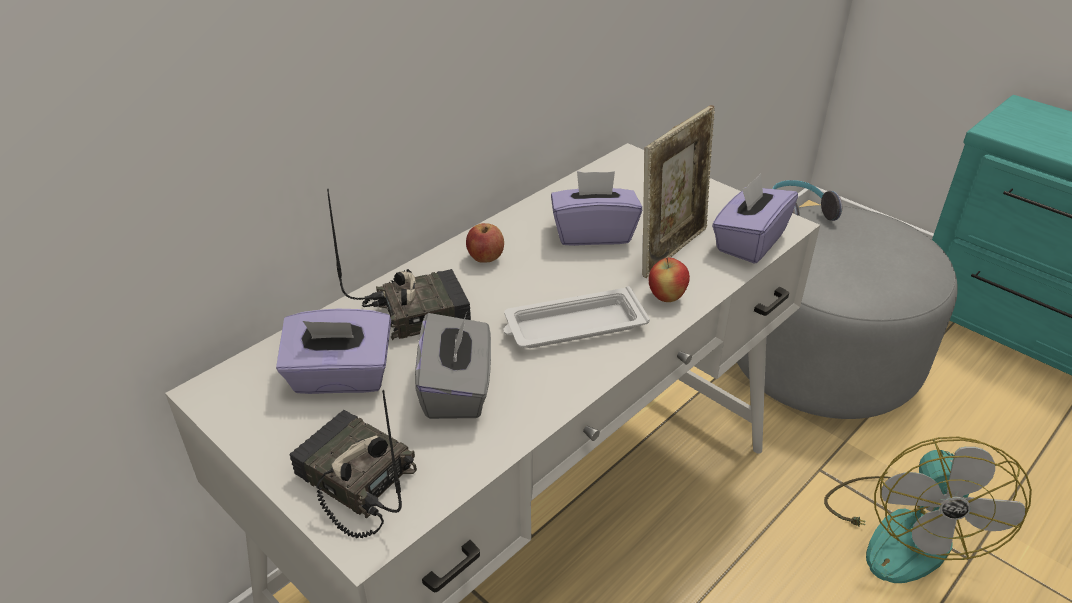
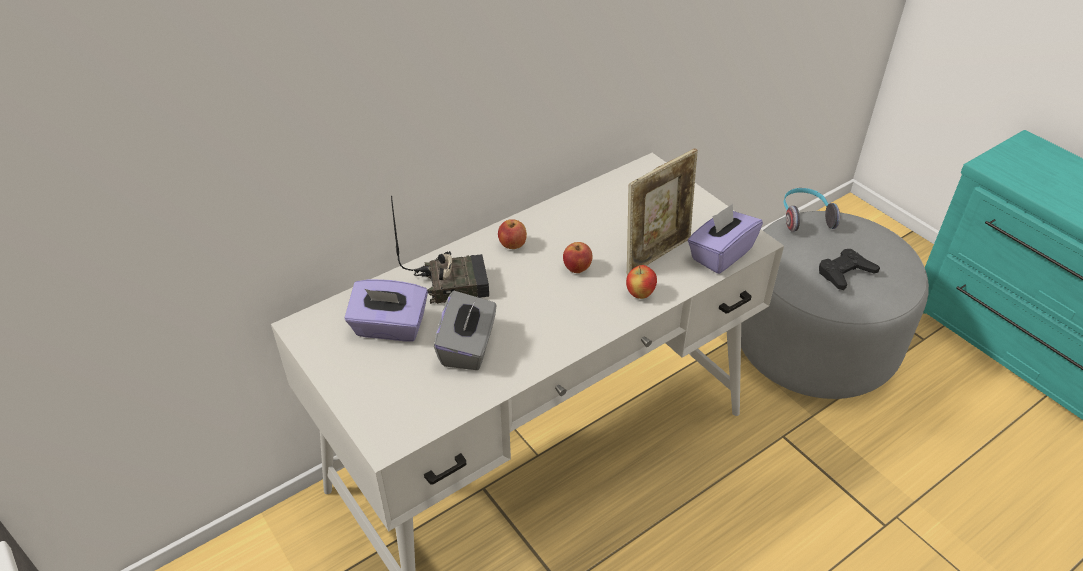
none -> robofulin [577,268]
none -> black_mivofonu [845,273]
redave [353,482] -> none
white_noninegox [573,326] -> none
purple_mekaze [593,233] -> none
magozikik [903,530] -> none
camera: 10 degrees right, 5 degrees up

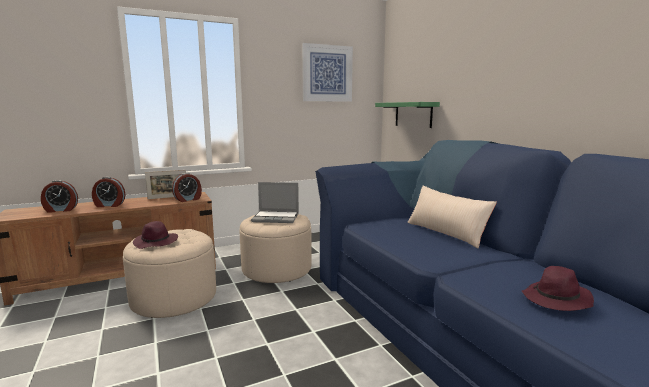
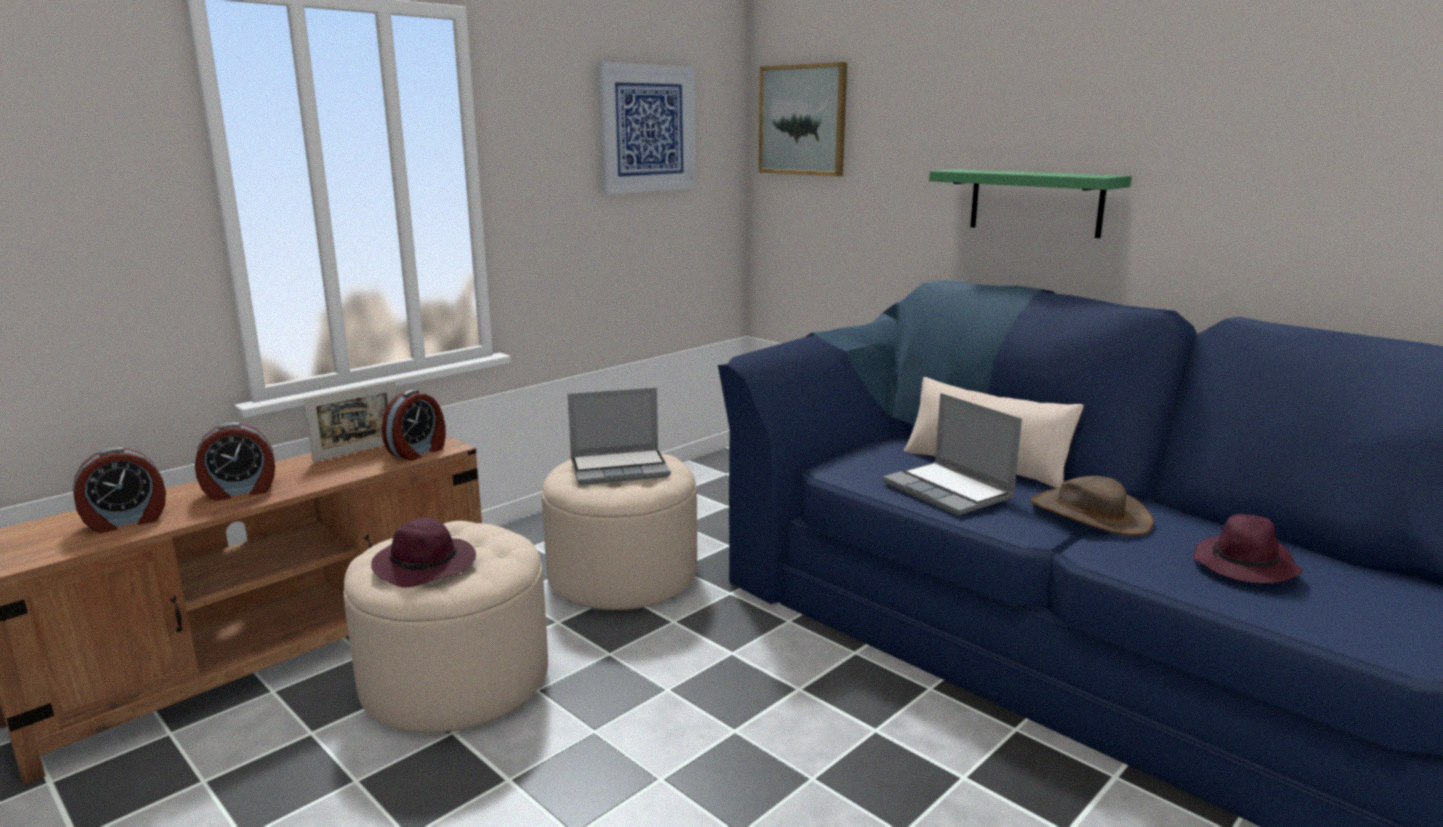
none -> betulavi [803,120]
none -> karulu [949,491]
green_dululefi [413,114] -> green_dululefi [1035,202], move
none -> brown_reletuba [1089,514]
camera: 20 degrees left, 5 degrees up

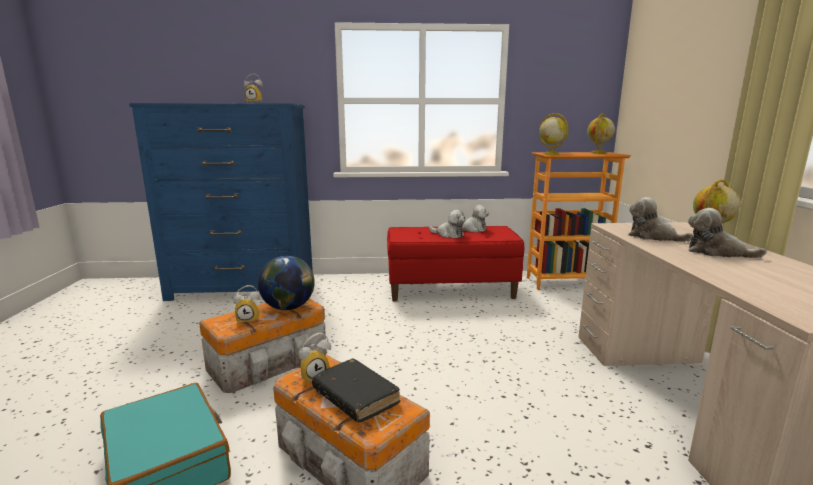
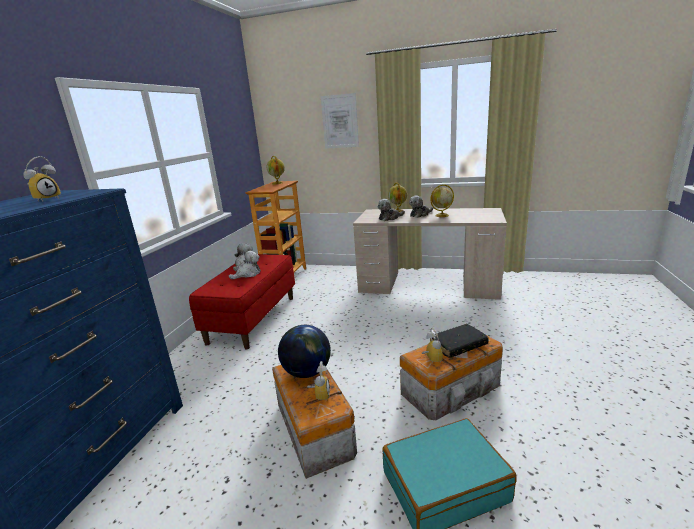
none -> betulavi [340,121]
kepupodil [550,154] -> kepupodil [441,215], move
camera: 70 degrees left, 5 degrees up

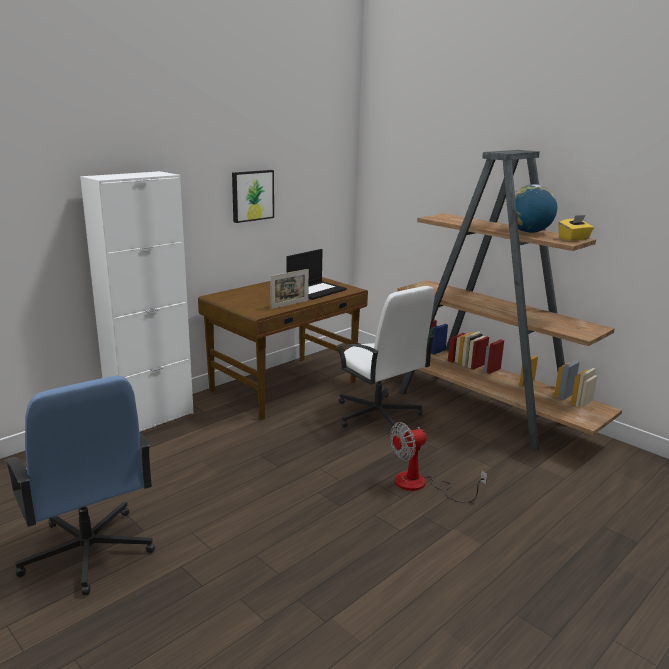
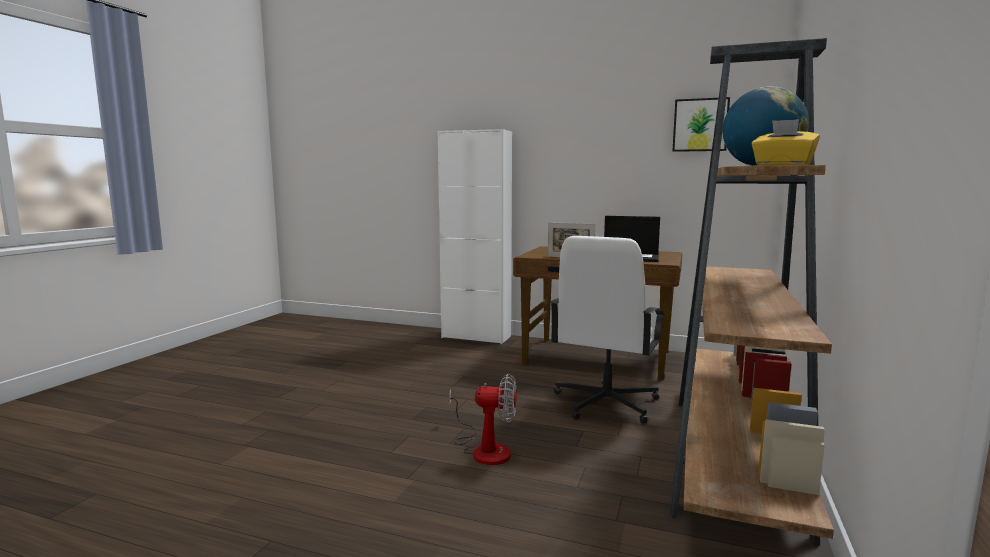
magozikik [421,485] -> magozikik [484,449], 150 degrees clockwise
betulavi [252,195] -> betulavi [700,125], move
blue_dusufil [88,552] -> none
camera: 65 degrees right, 10 degrees down

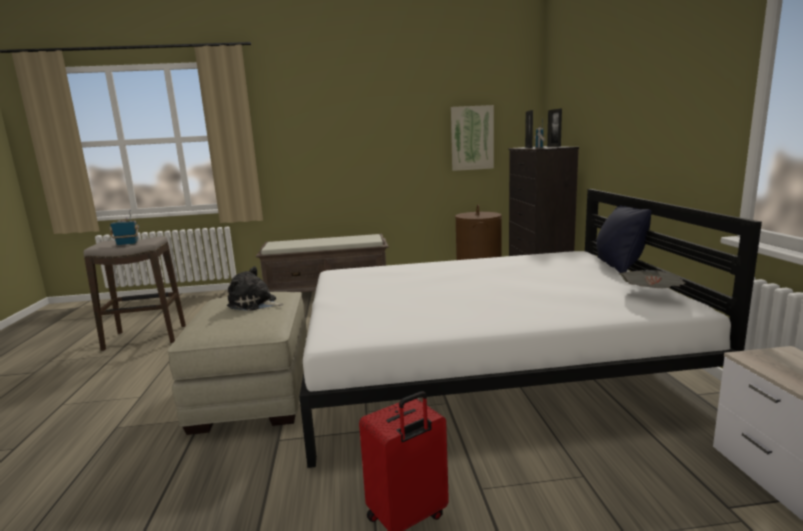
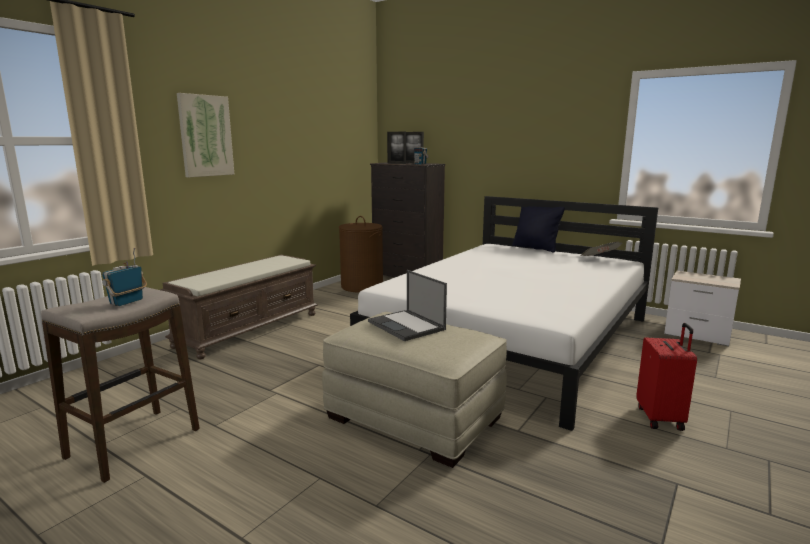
betulavi [472,138] -> betulavi [205,136], move
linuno [254,304] -> karulu [407,326]
camera: 50 degrees left, 0 degrees up

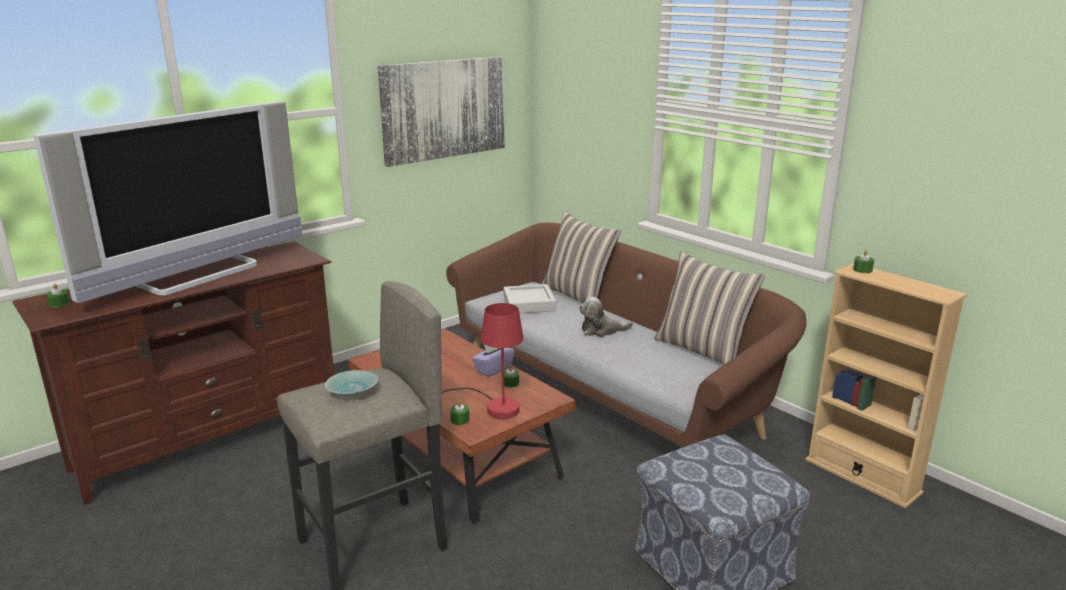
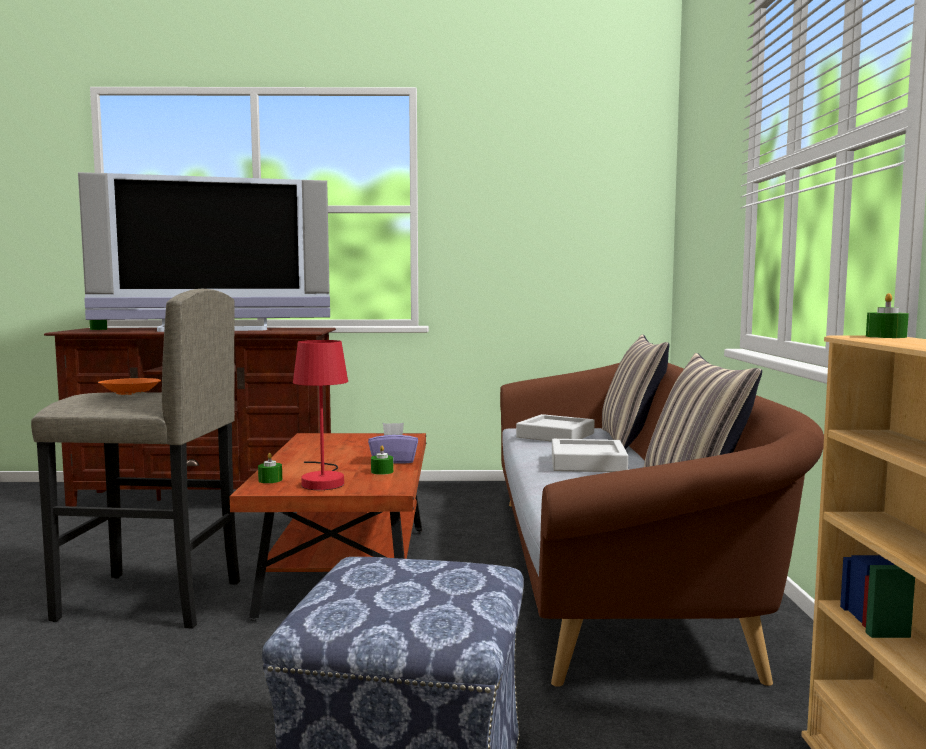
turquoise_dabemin [351,392] -> orange_dabemin [129,393]
linuno [602,330] -> grey_noninegox [587,463]
betulavi [444,109] -> none
camera: 40 degrees right, 15 degrees down

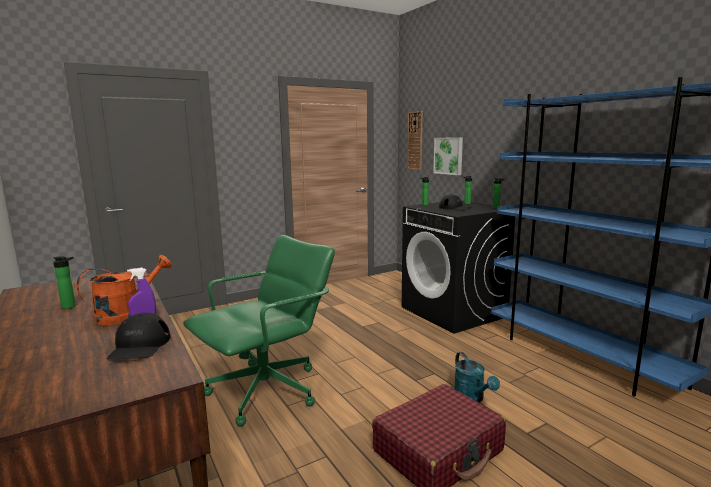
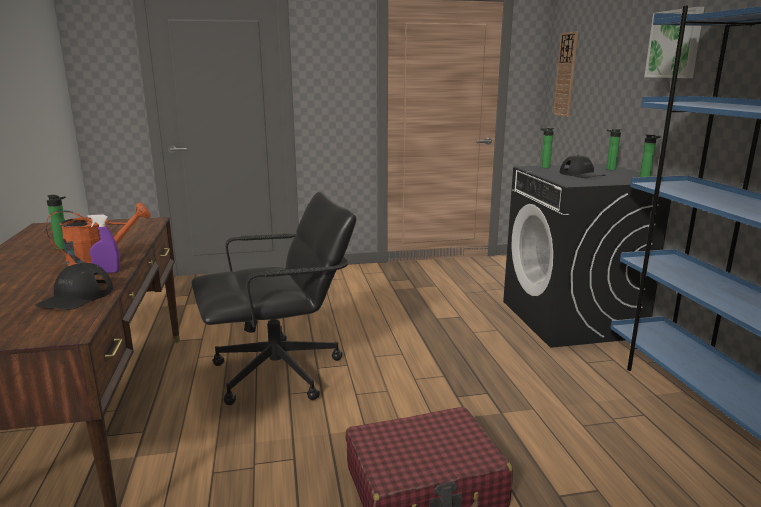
green_dusufil [267,391] -> black_dusufil [279,373]
betulavi [449,156] -> betulavi [675,44], move
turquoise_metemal [472,398] -> none
camera: 20 degrees right, 5 degrees up

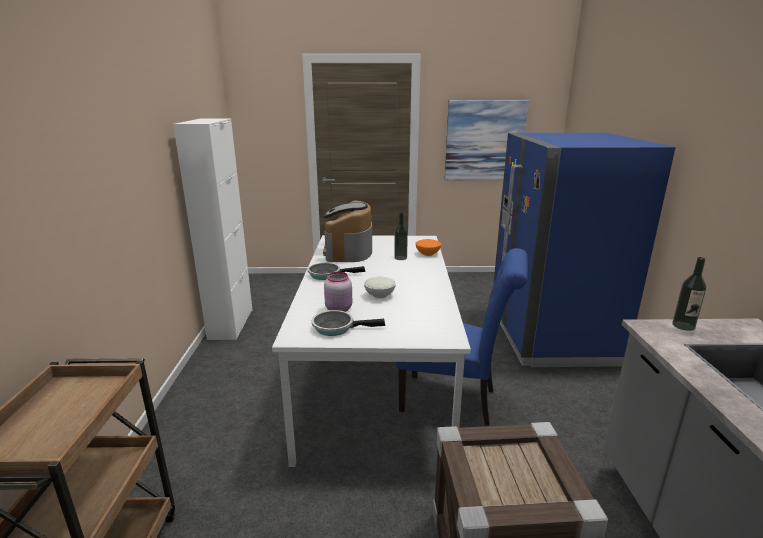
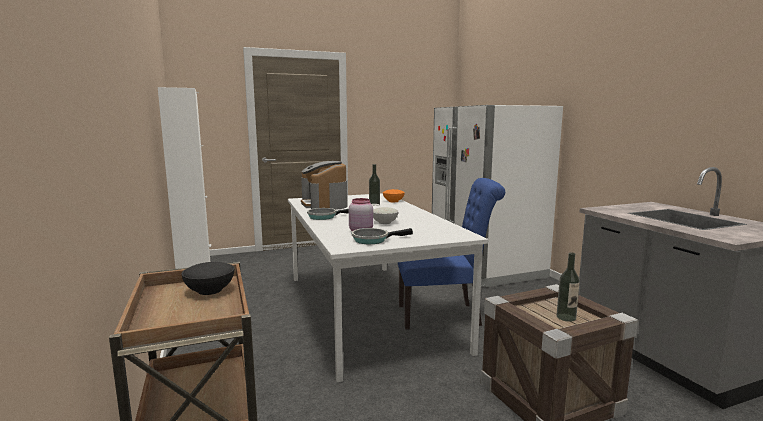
none -> black_dabemin [209,291]
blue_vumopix [551,336] -> white_vumopix [486,268]
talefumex [683,326] -> talefumex [566,317], move
betulavi [485,141] -> none
camera: 20 degrees left, 10 degrees down

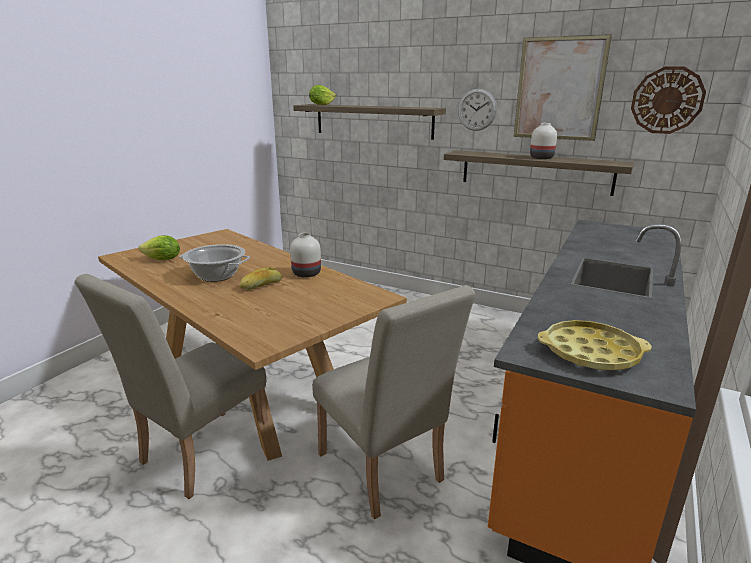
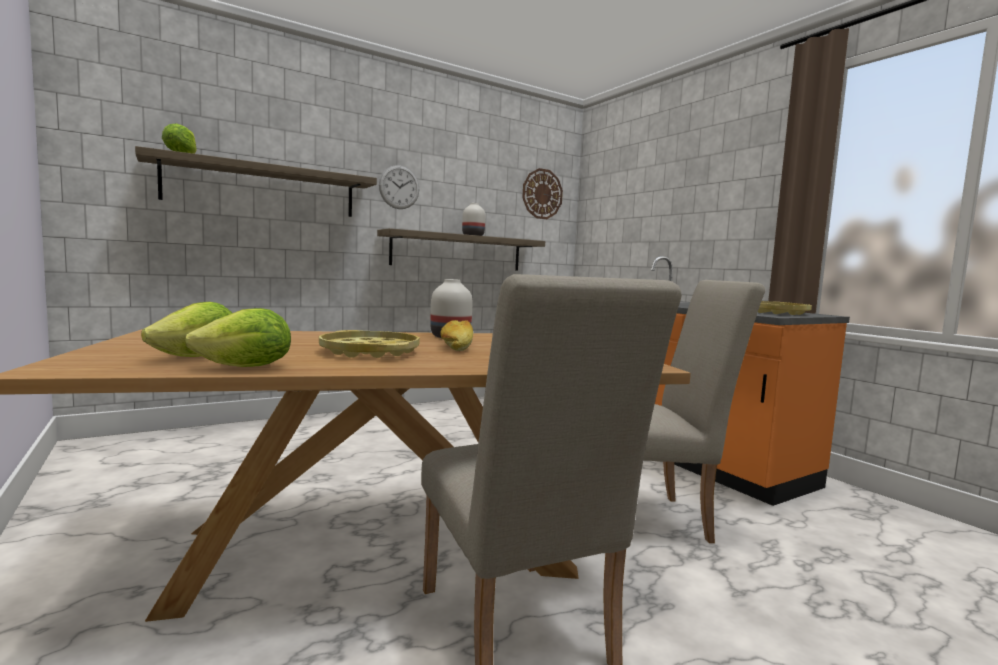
none -> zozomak [246,368]
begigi [217,275] -> yellow_noninegox [370,352]
betulavi [559,89] -> none
camera: 60 degrees left, 15 degrees down

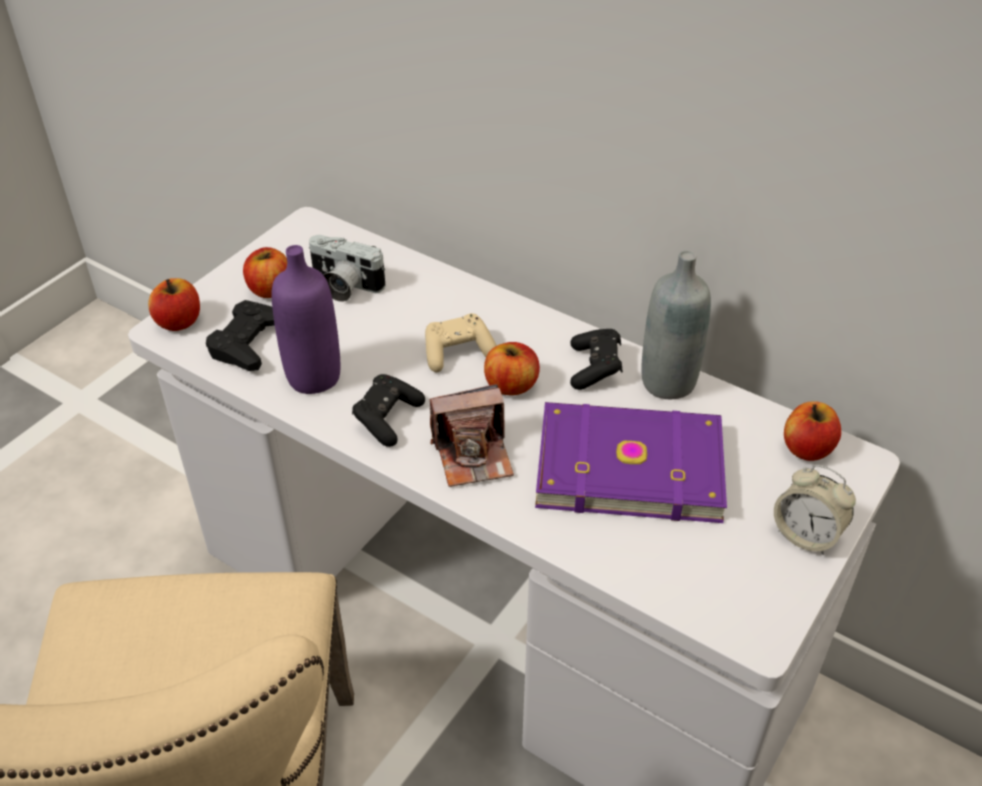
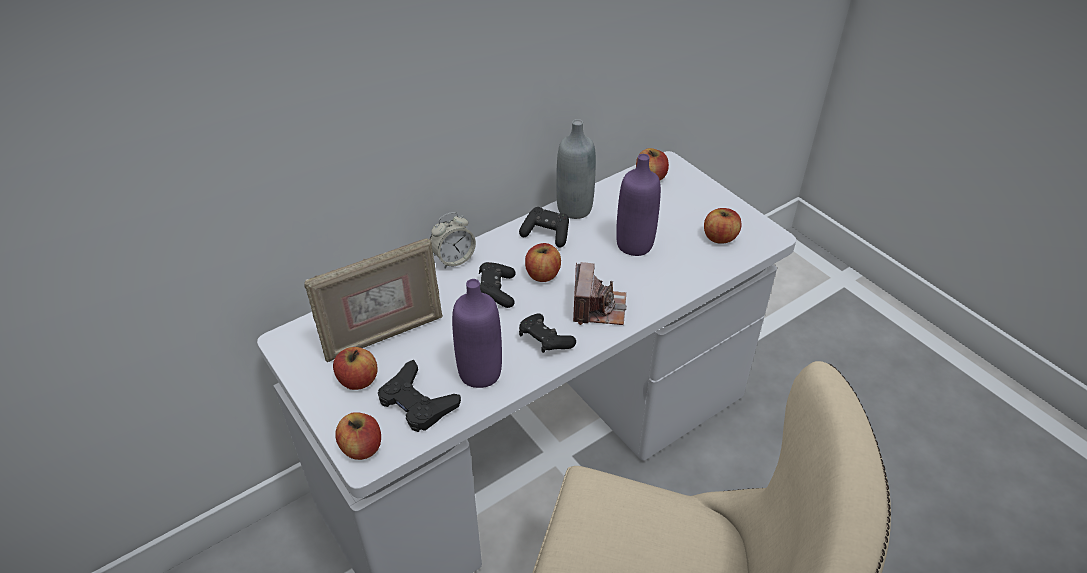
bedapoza [343,286] -> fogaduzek [383,335]
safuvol [806,535] -> safuvol [454,259], move
beige_mivofonu [458,352] -> black_mivofonu [496,291]
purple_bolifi [628,464] -> purple_talefumex [634,244]
none -> robofulin [720,237]
camera: 70 degrees left, 0 degrees up

